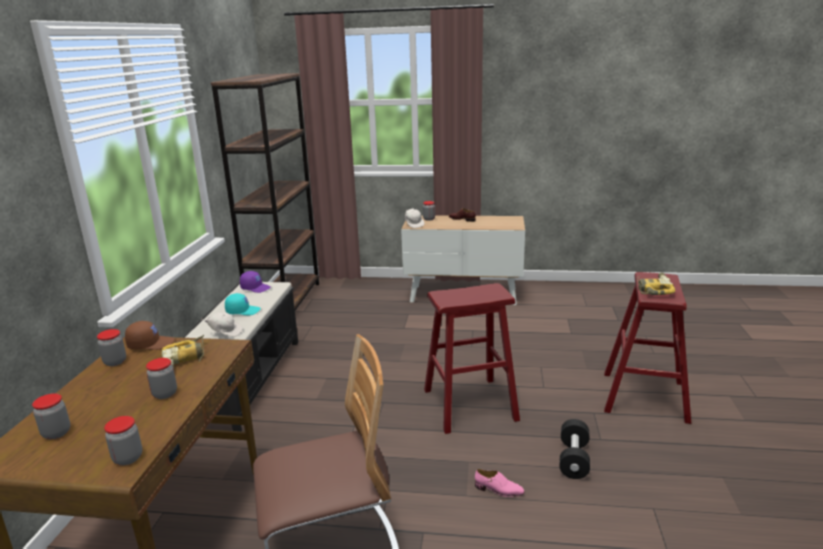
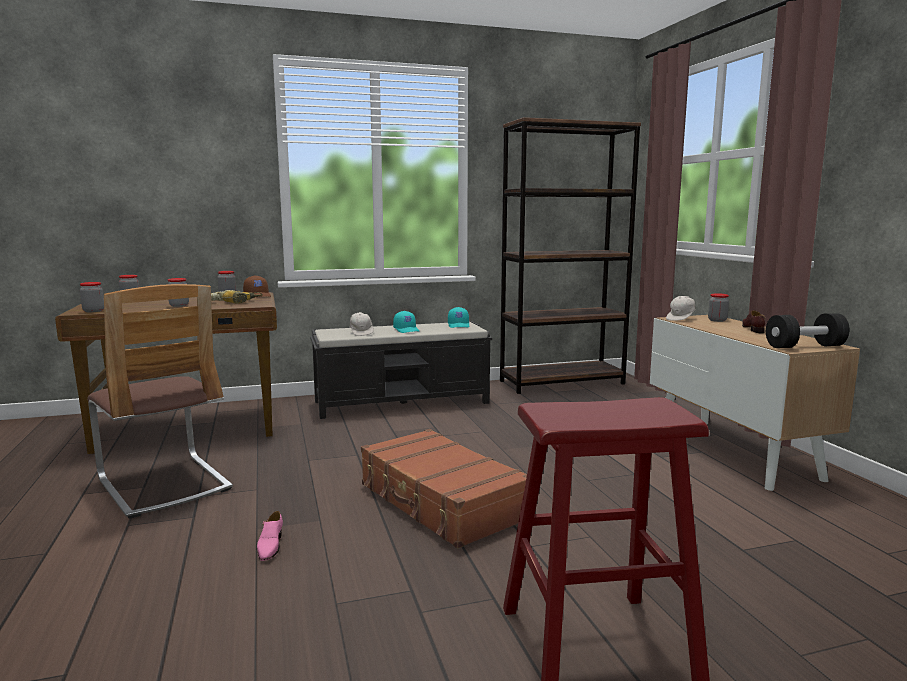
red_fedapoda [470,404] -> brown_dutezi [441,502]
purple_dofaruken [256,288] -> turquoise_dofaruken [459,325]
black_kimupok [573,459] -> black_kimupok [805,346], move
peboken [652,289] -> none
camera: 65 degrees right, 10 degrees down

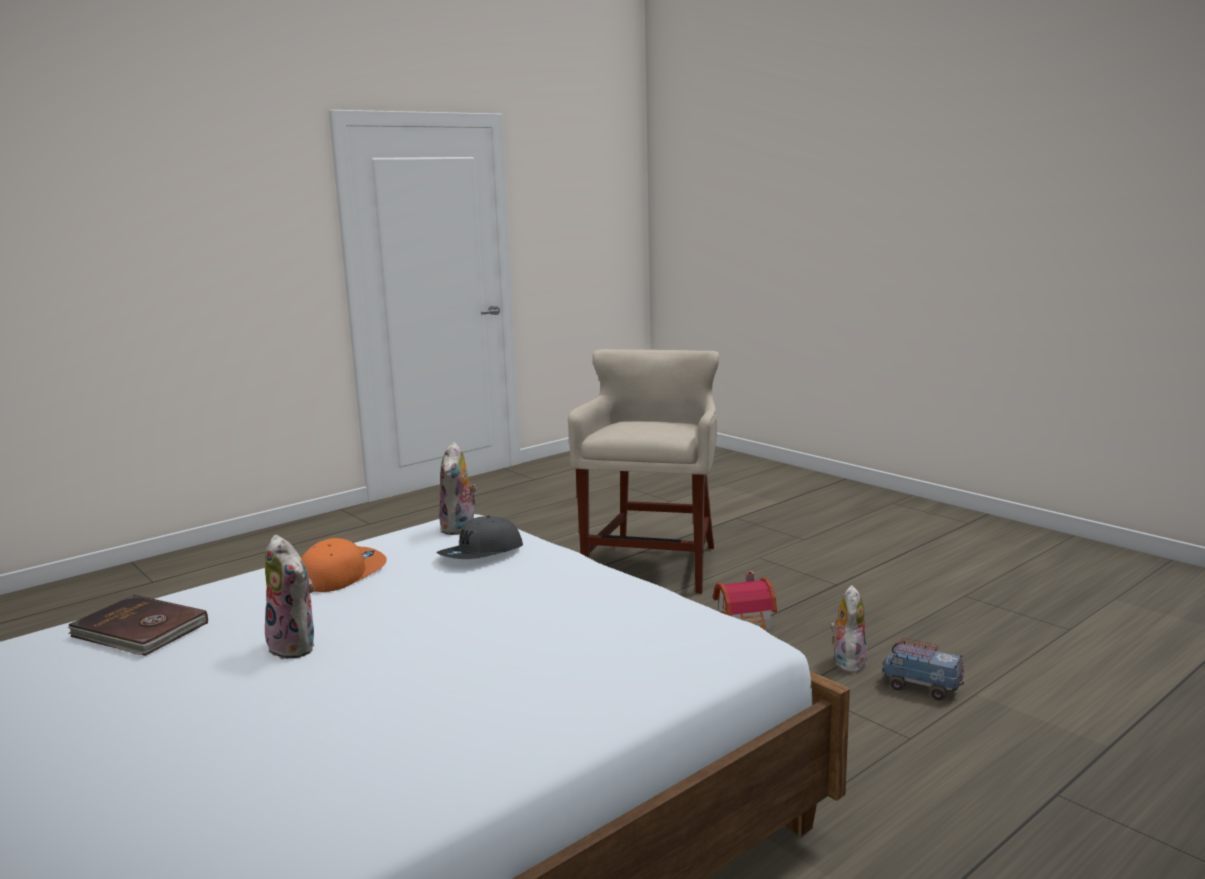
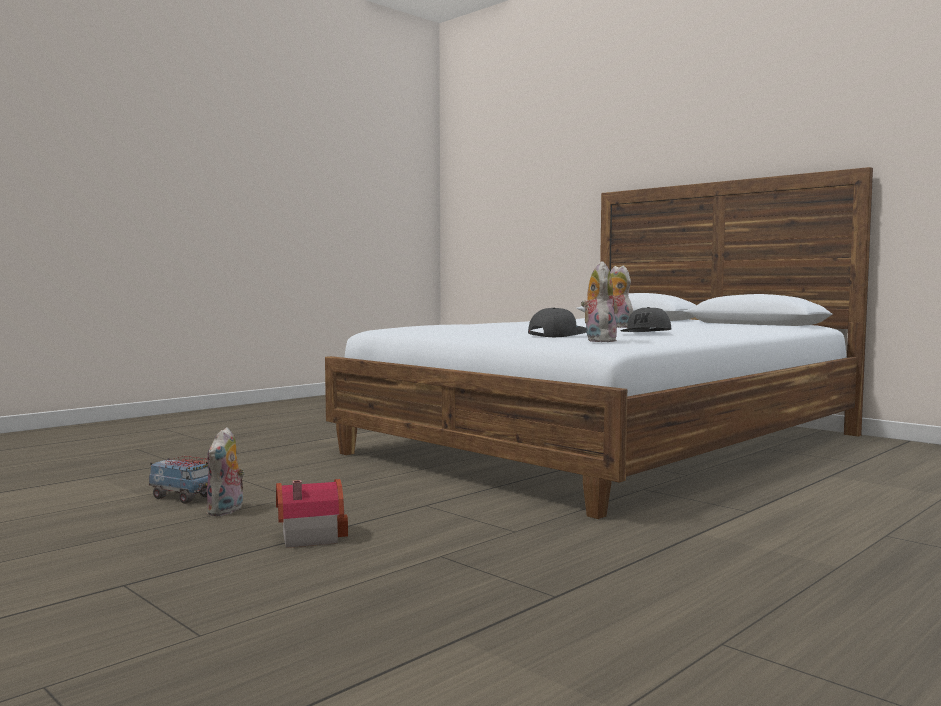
orange_dofaruken [341,574] -> grey_dofaruken [647,333]
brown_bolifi [139,631] -> none
beige_fedapoda [654,567] -> none
camera: 175 degrees right, 10 degrees down

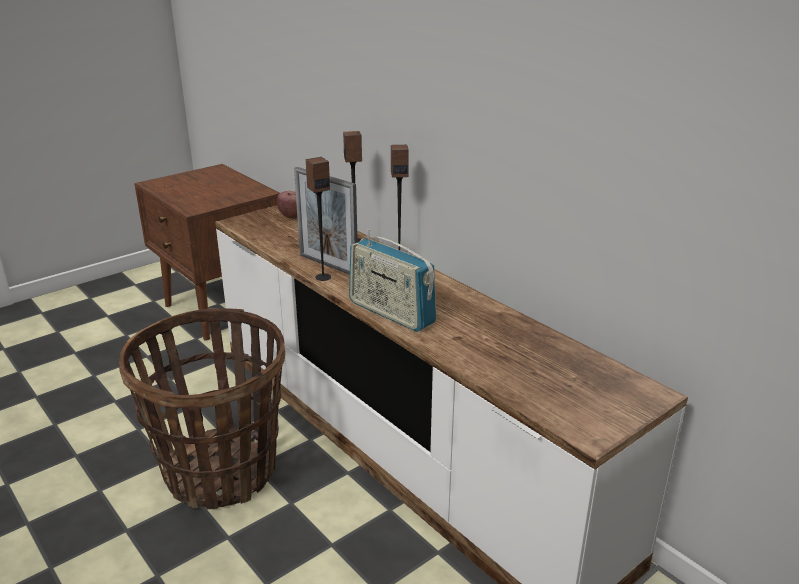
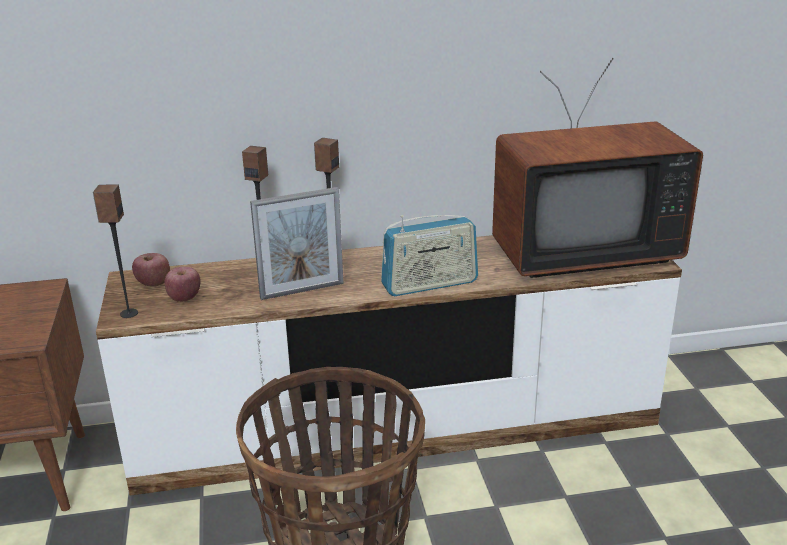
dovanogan [323,277] -> dovanogan [128,313], move
none -> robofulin [184,298]
none -> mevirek [578,252]
camera: 60 degrees left, 0 degrees up

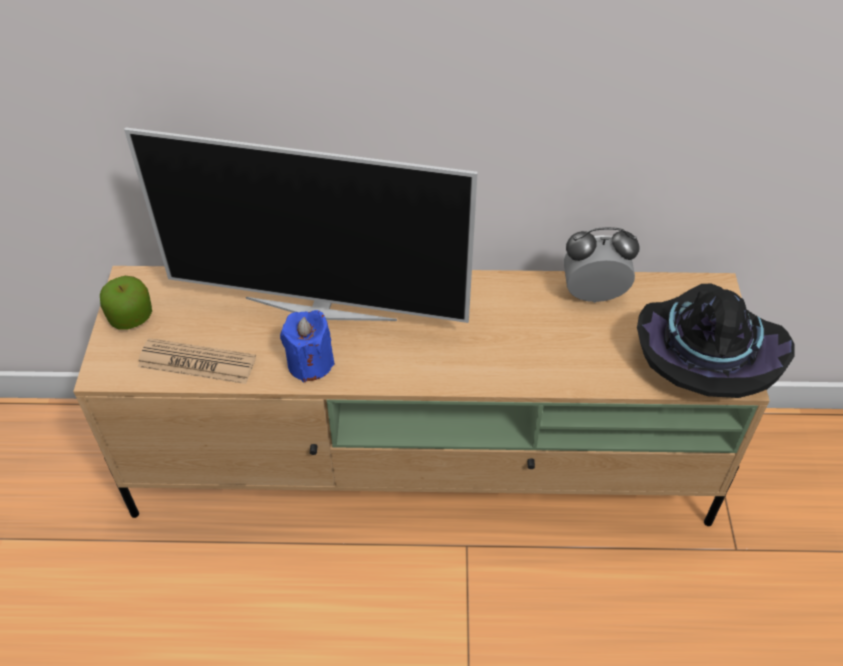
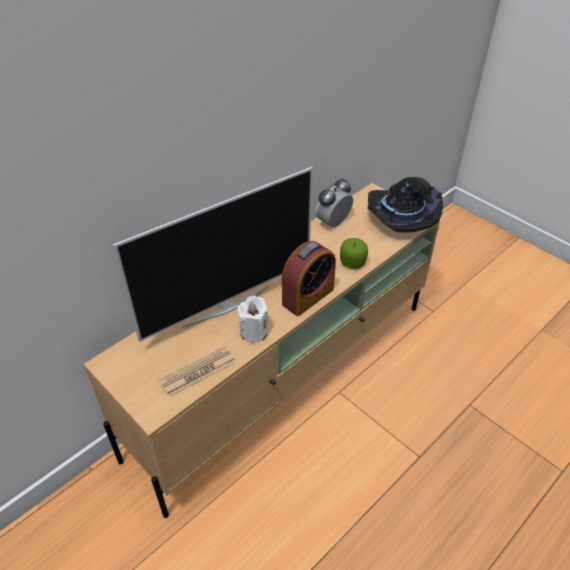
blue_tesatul [310,363] -> white_tesatul [254,331]
none -> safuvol [308,297]
robofulin [131,317] -> robofulin [352,262], move
camera: 45 degrees left, 5 degrees down

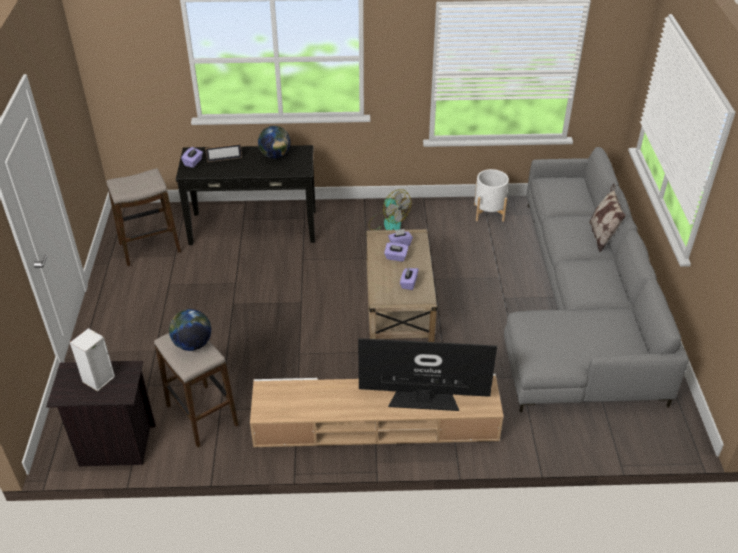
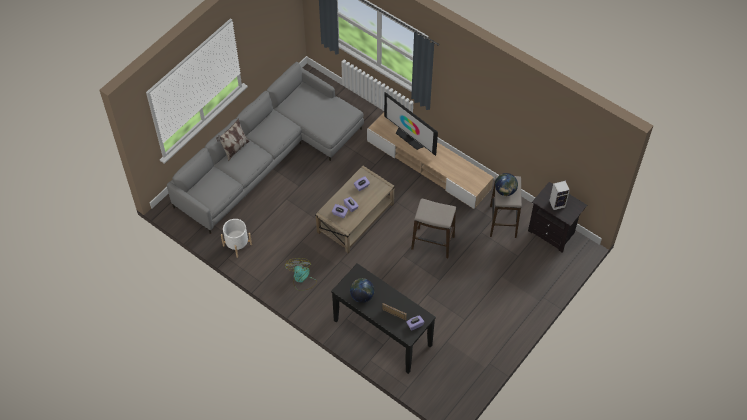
fedapoda [150,248] -> fedapoda [432,243], move
camera: 140 degrees left, 15 degrees up

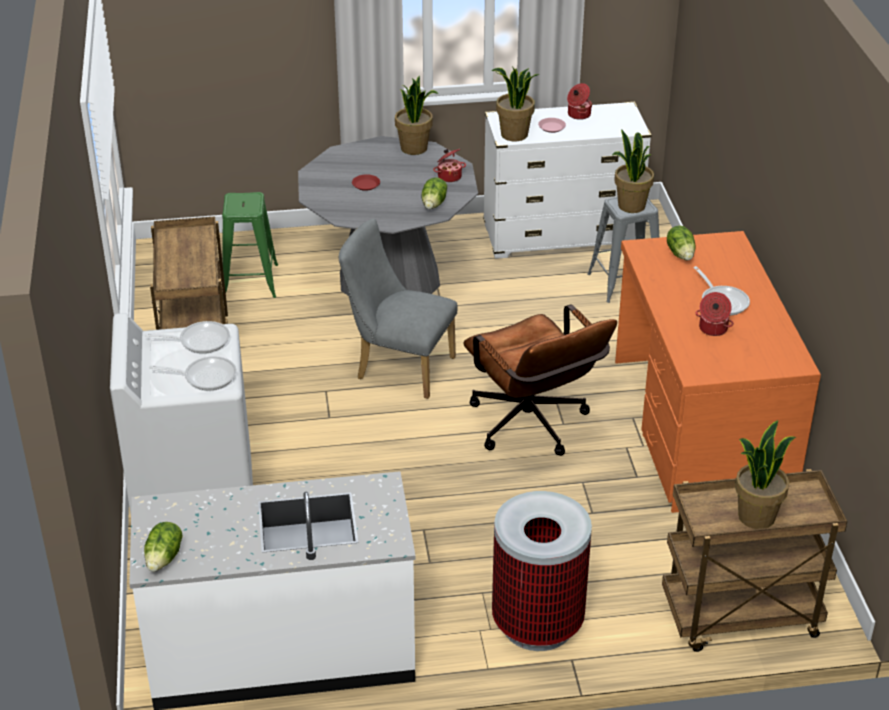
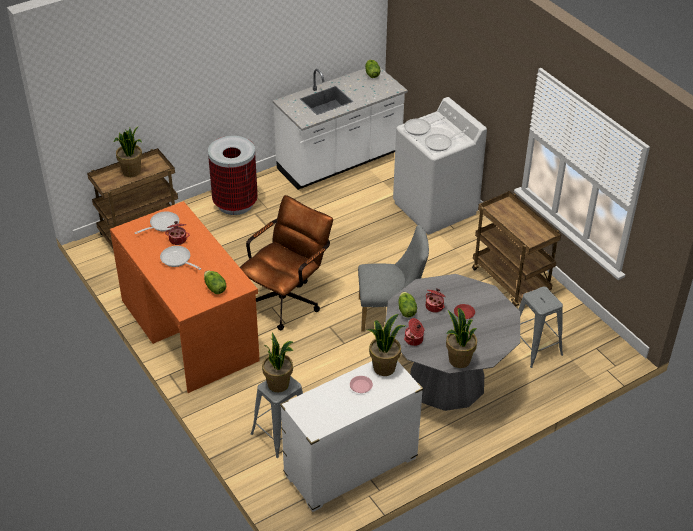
none -> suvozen [162,224]
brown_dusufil [533,428] -> brown_dusufil [287,299], 90 degrees clockwise
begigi [578,114] -> begigi [434,306], move
green_fedapoda [250,281] -> grey_fedapoda [534,347]
camera: 155 degrees right, 5 degrees up

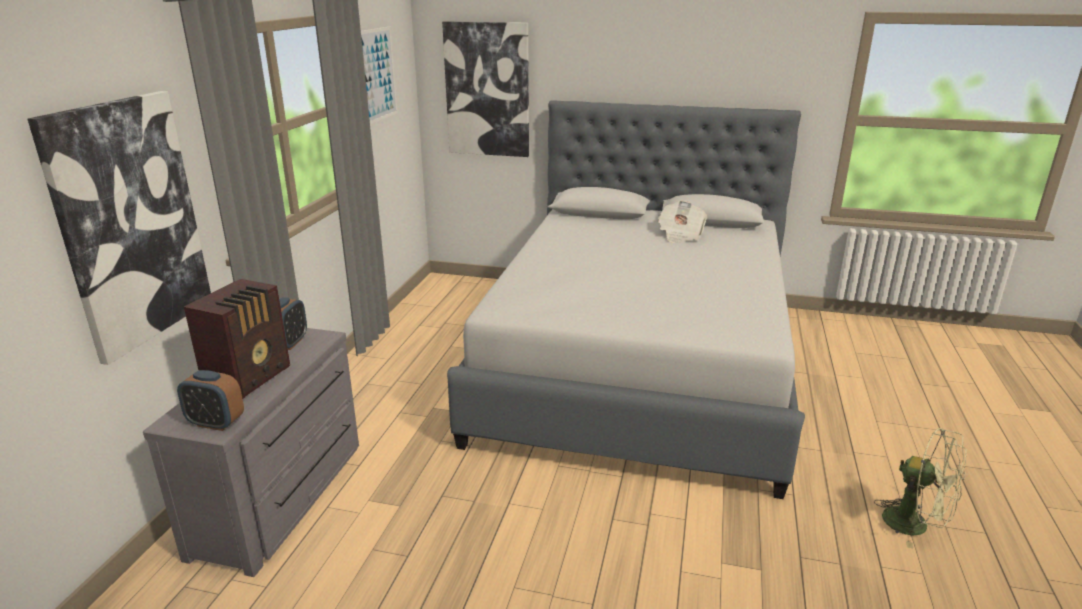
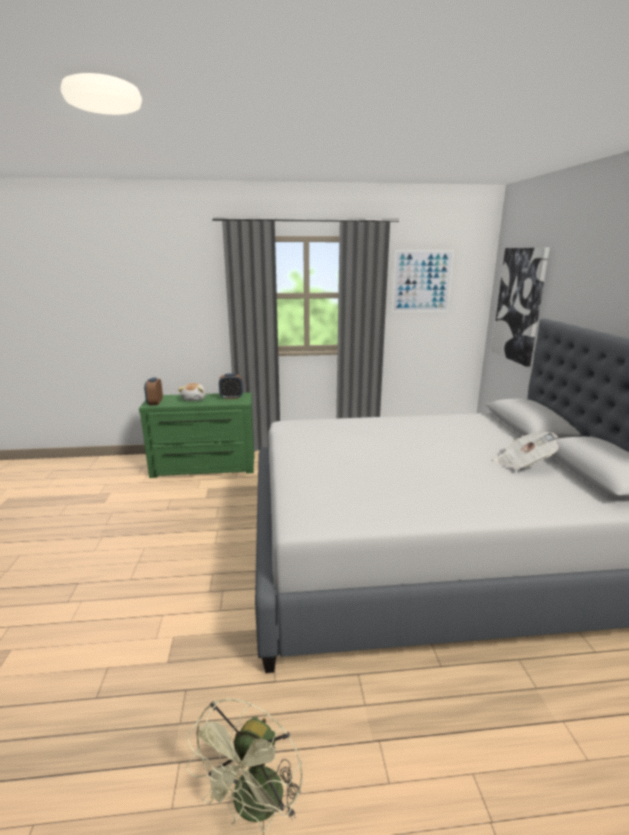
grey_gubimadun [284,498] -> green_gubimadun [204,468]
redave [251,378] -> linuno [195,399]
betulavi [130,223] -> none
camera: 70 degrees right, 5 degrees down

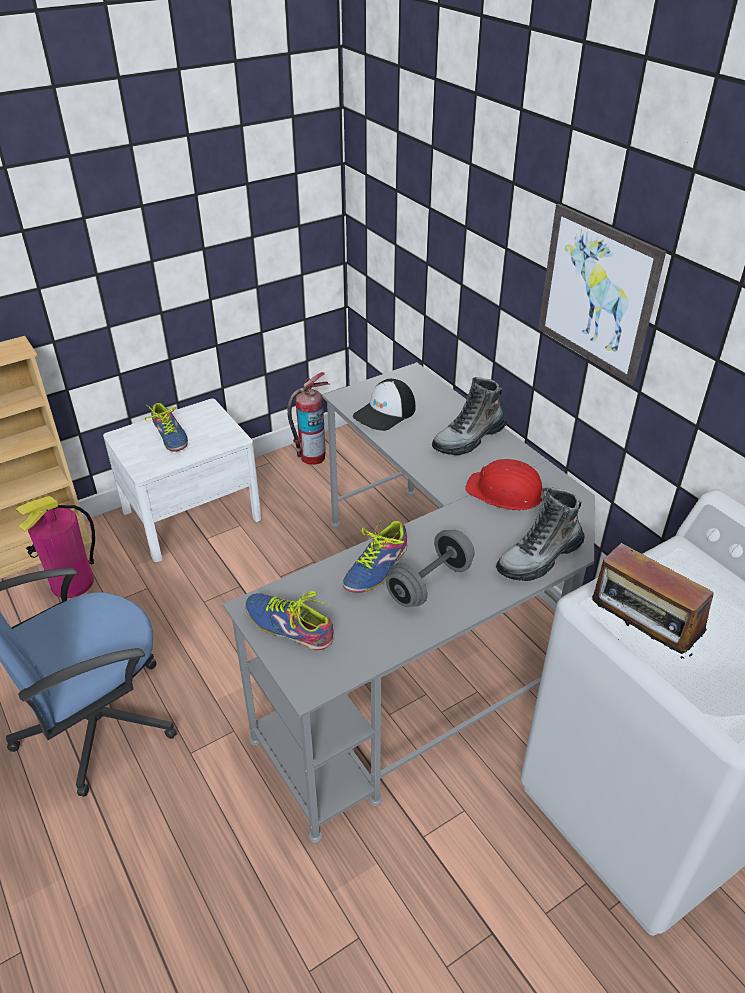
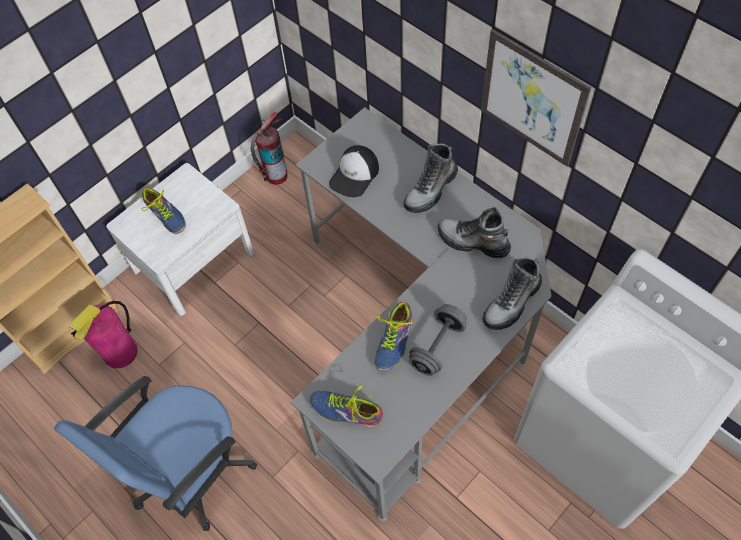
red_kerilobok [505,492] -> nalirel [472,242]
redave [639,638] -> none
camera: 10 degrees left, 20 degrees up

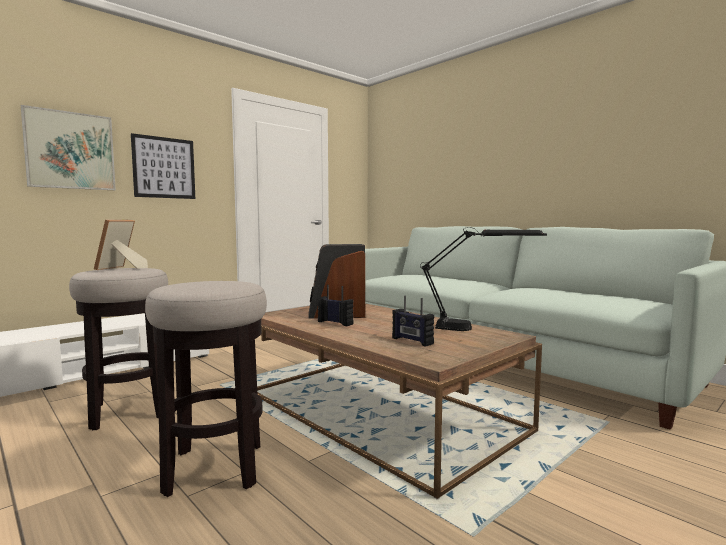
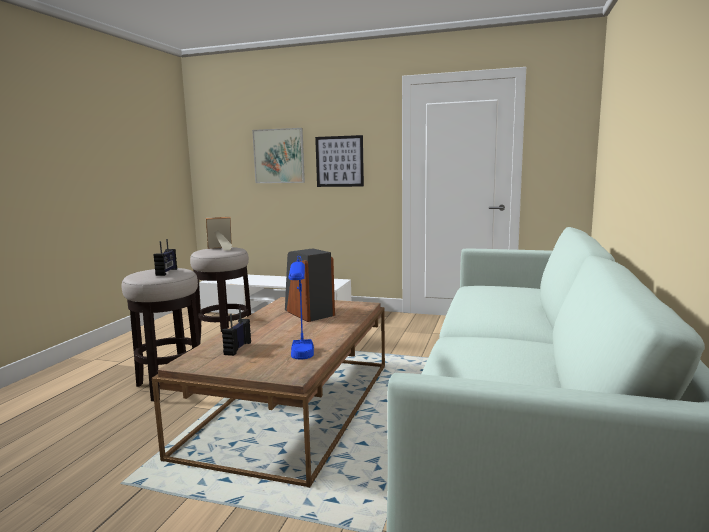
redave [335,323] -> redave [167,272], move
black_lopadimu [477,330] -> blue_lopadimu [302,361]
camera: 60 degrees right, 5 degrees up

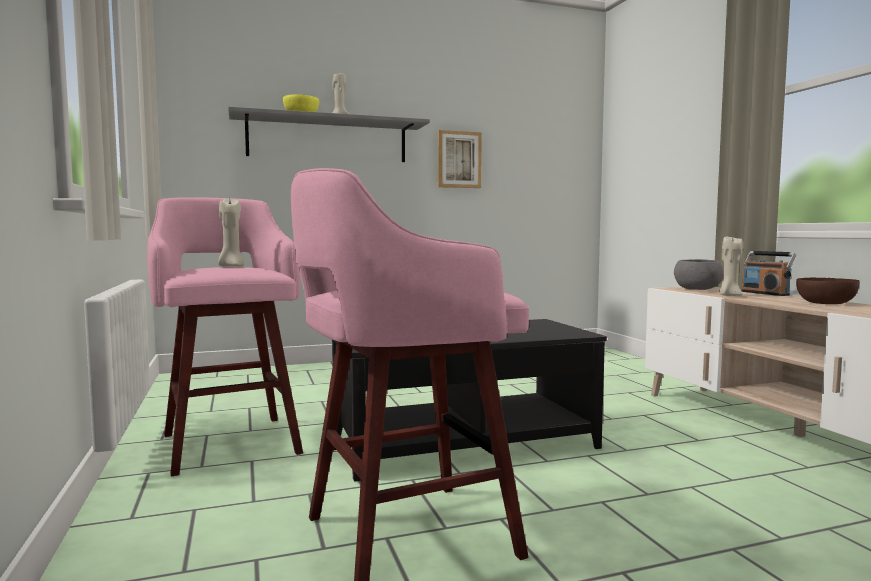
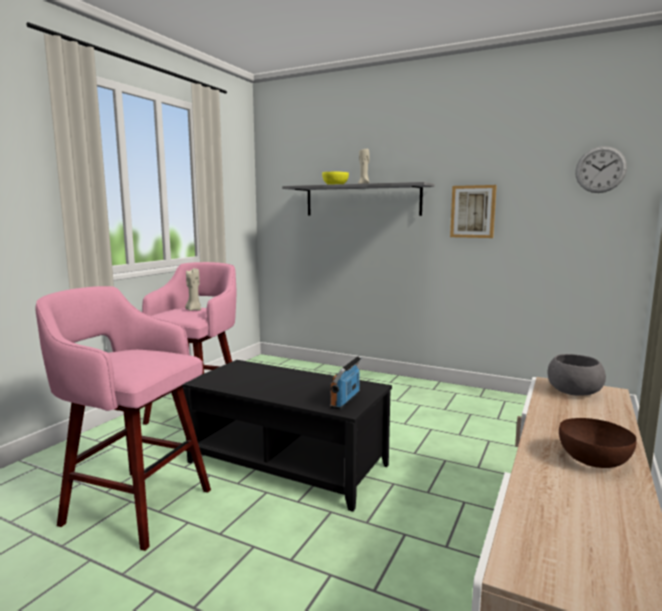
redave [765,293] -> redave [345,401], move
none -> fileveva [600,169]
beige_tesatul [729,295] -> none
camera: 45 degrees right, 5 degrees up

